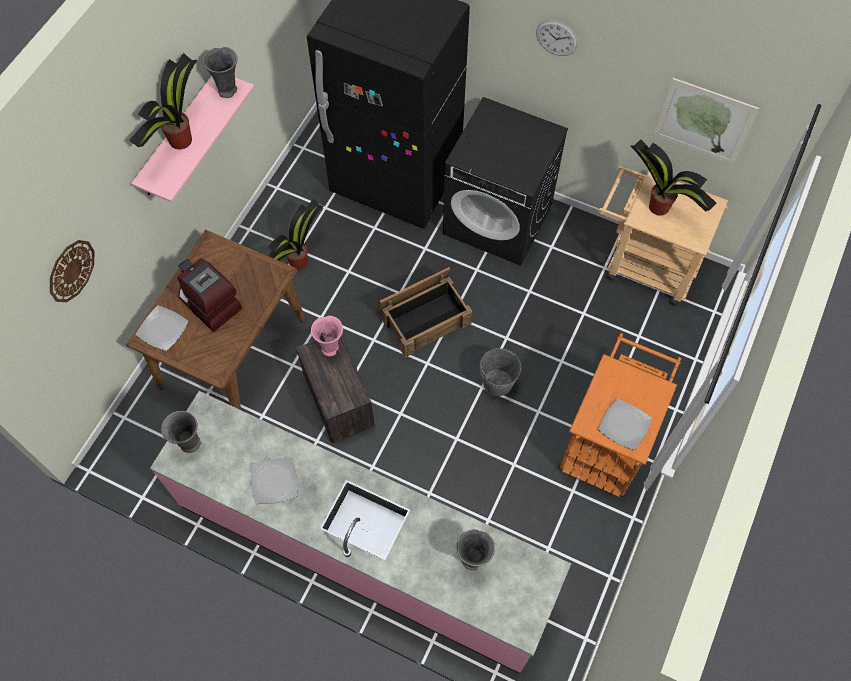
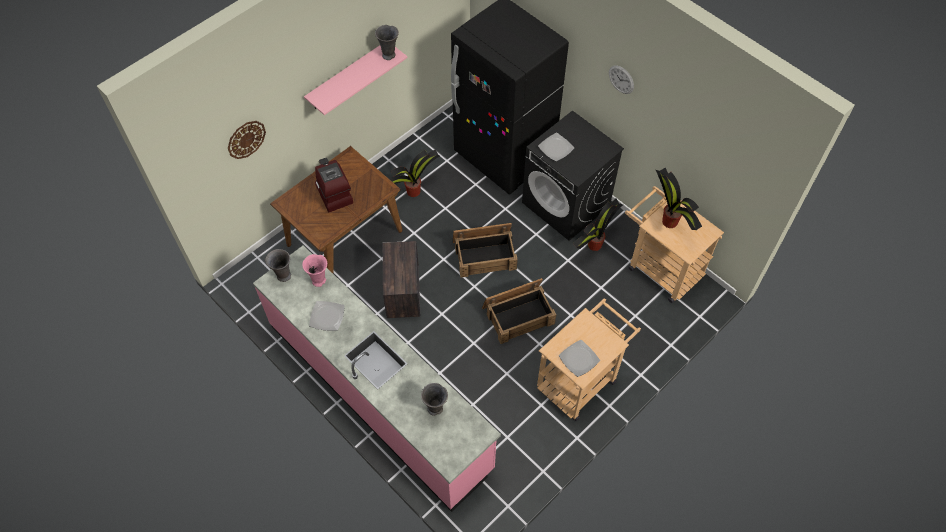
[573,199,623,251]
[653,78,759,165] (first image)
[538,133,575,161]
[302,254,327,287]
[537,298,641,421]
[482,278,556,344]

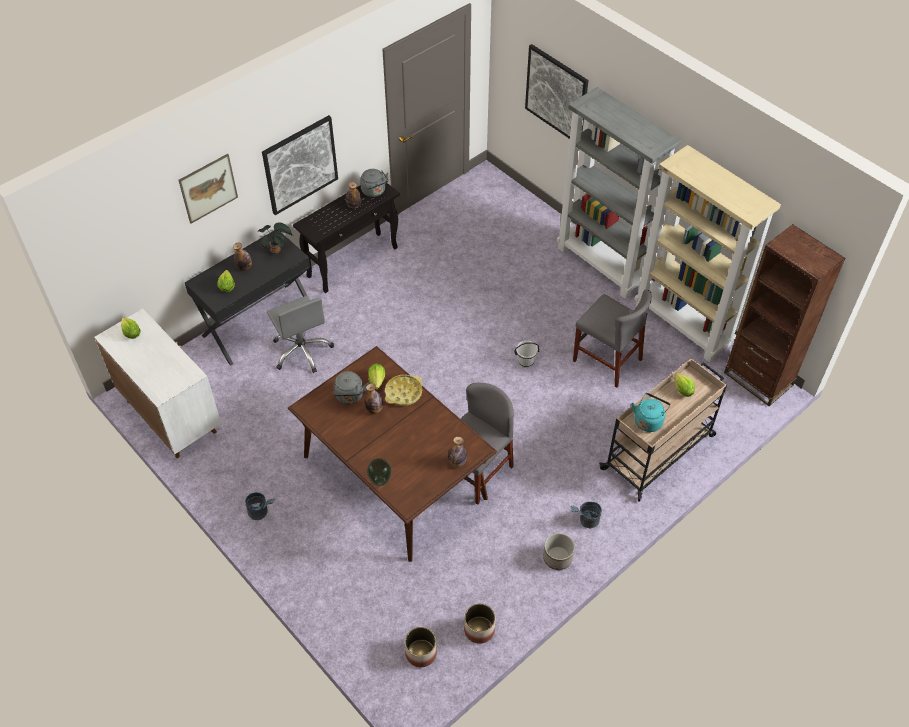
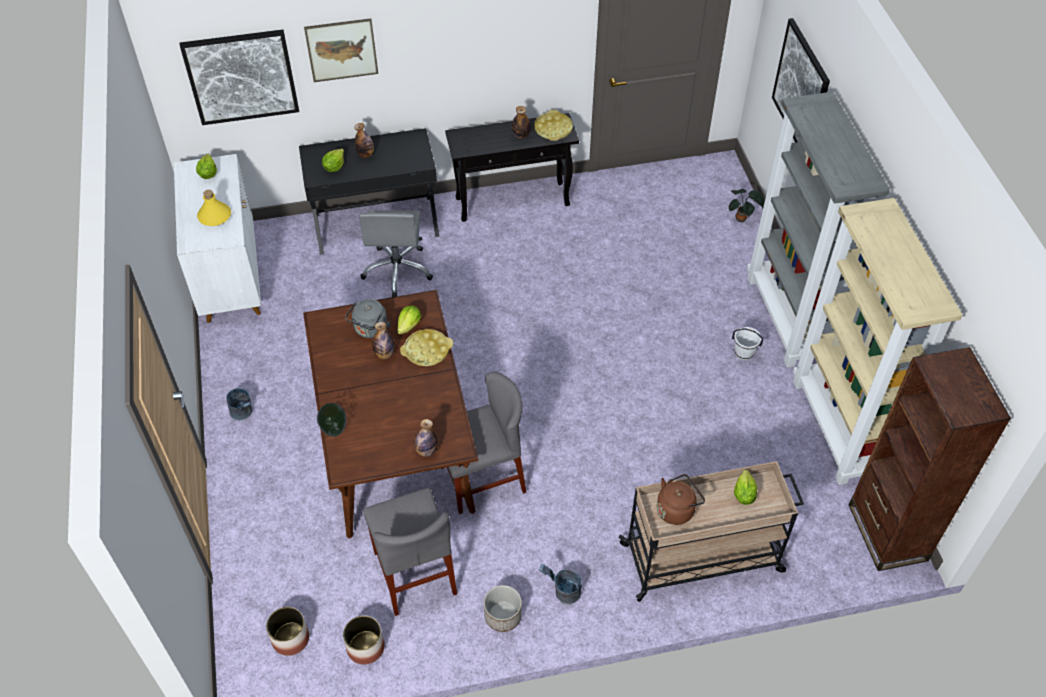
[180,30,299,125]
[535,110,573,141]
[729,189,765,222]
[363,488,457,616]
[732,327,763,360]
[657,474,705,525]
[197,190,231,226]

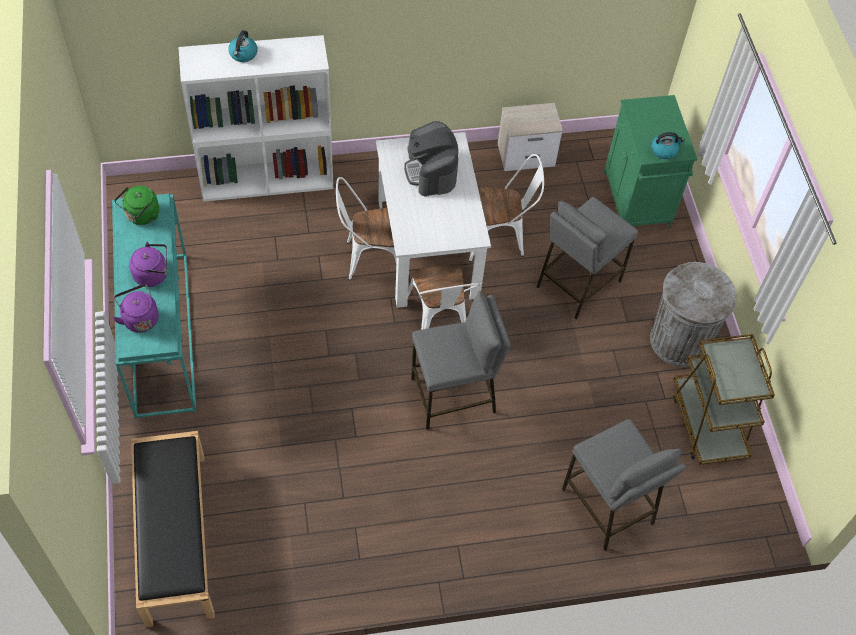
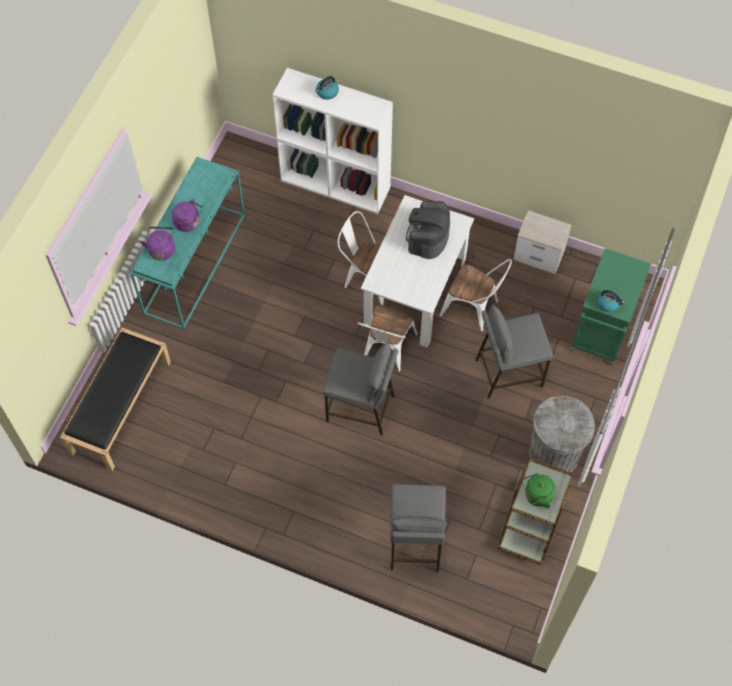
[522,473,556,508]

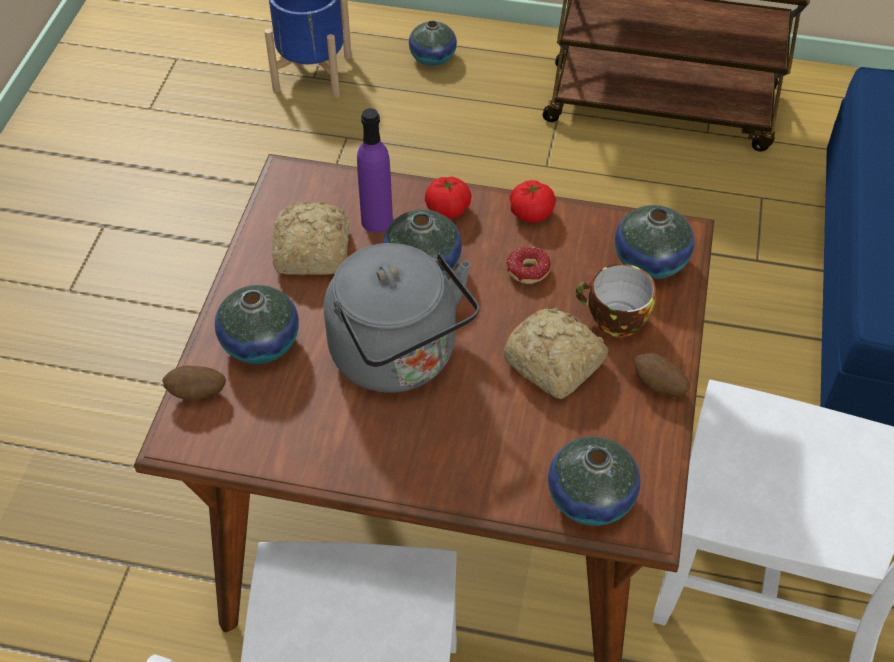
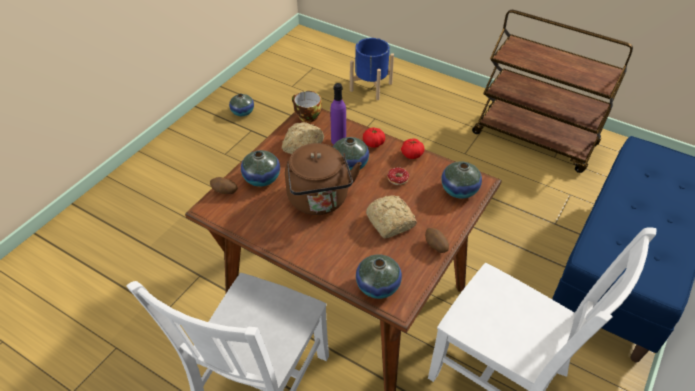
[229,94,254,116]
[285,143,362,215]
[292,91,322,123]

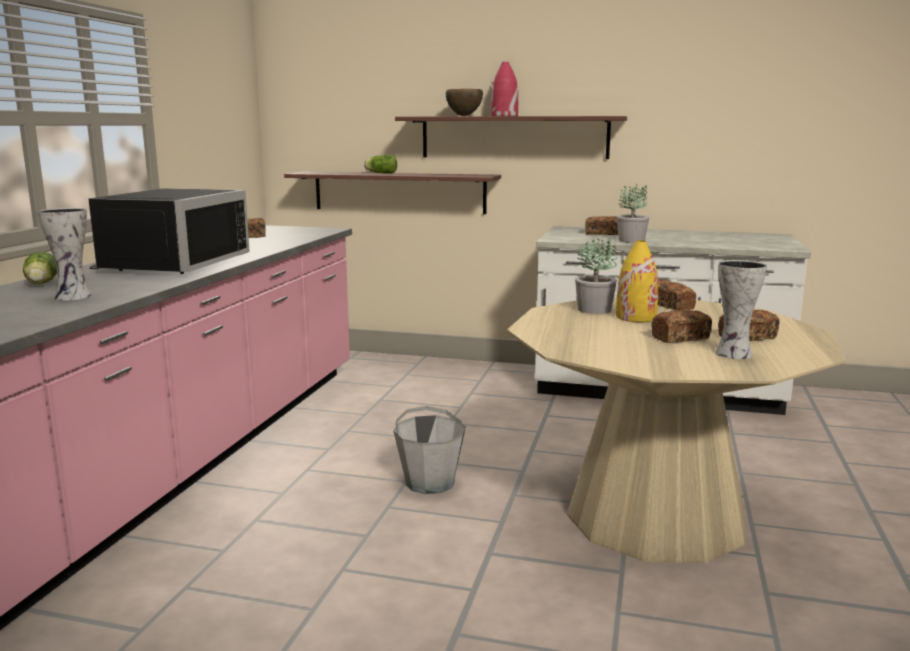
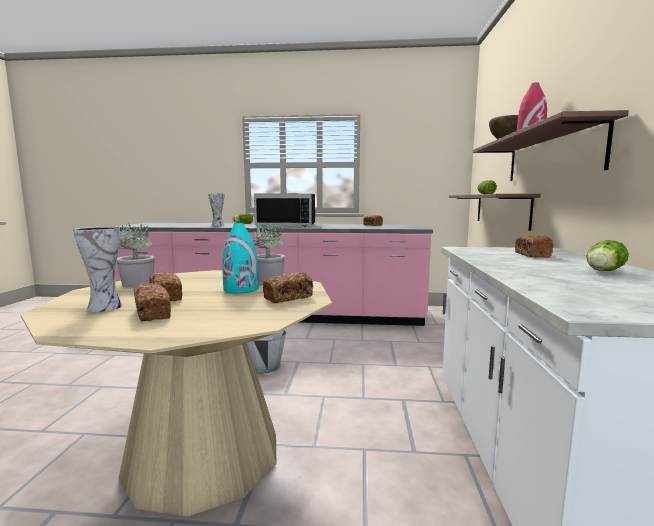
[116,222,155,287]
[223,223,259,293]
[587,240,629,271]

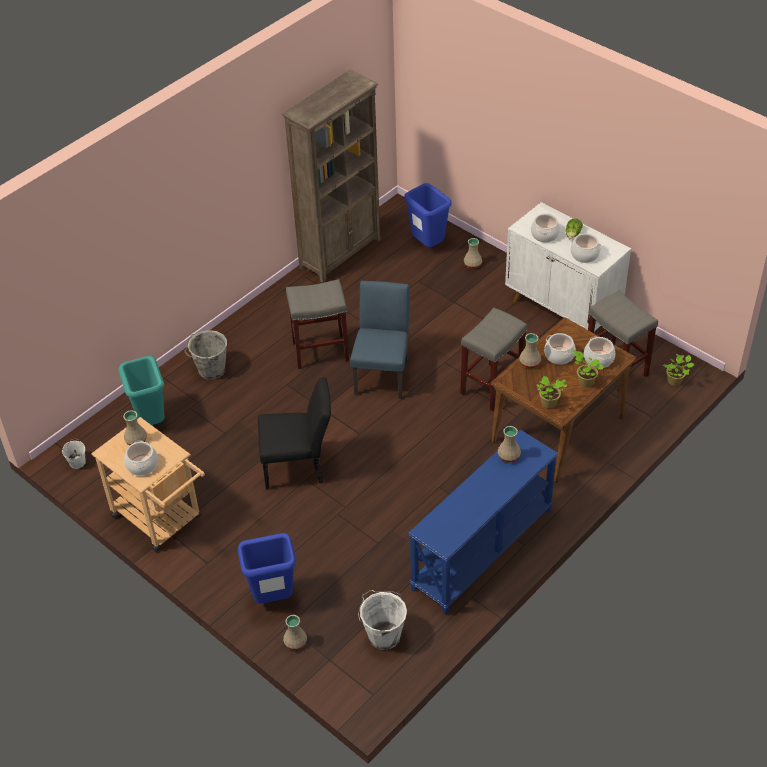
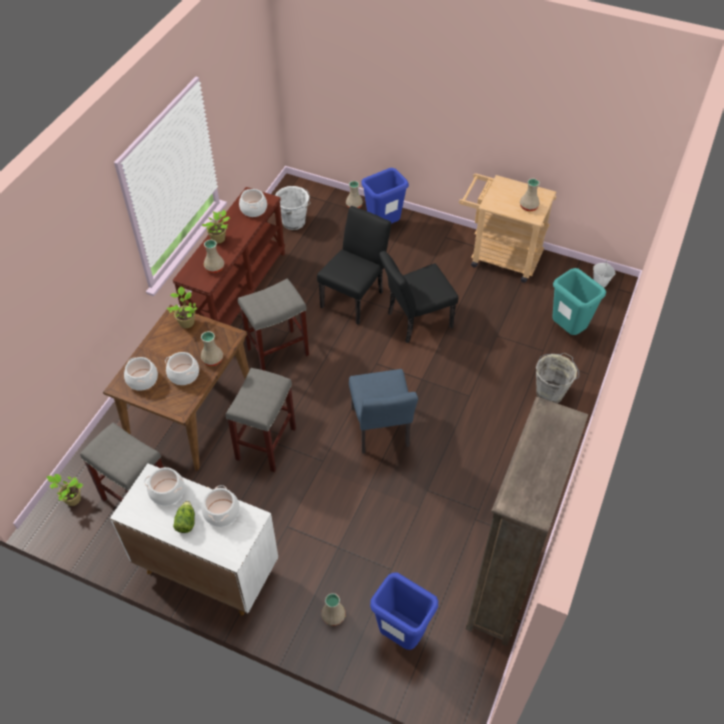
[238,278,309,371]
[201,210,230,244]
[172,187,285,325]
[239,189,267,217]
[317,206,391,325]

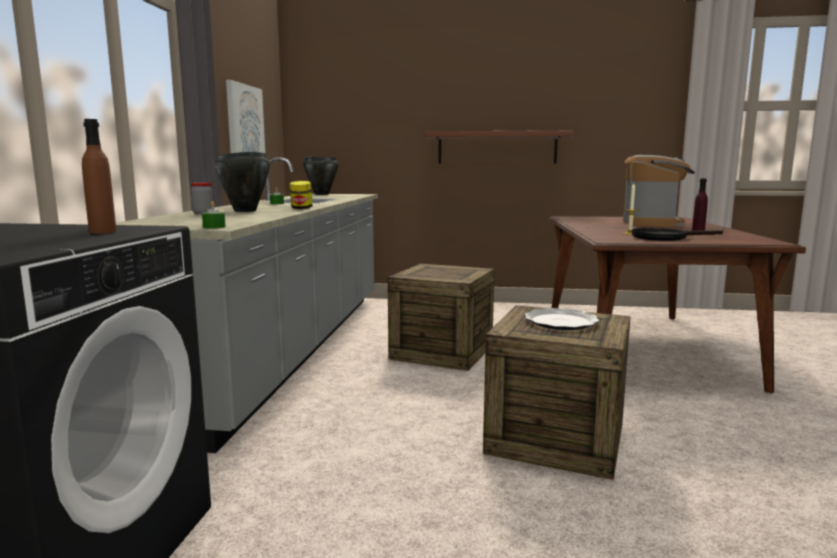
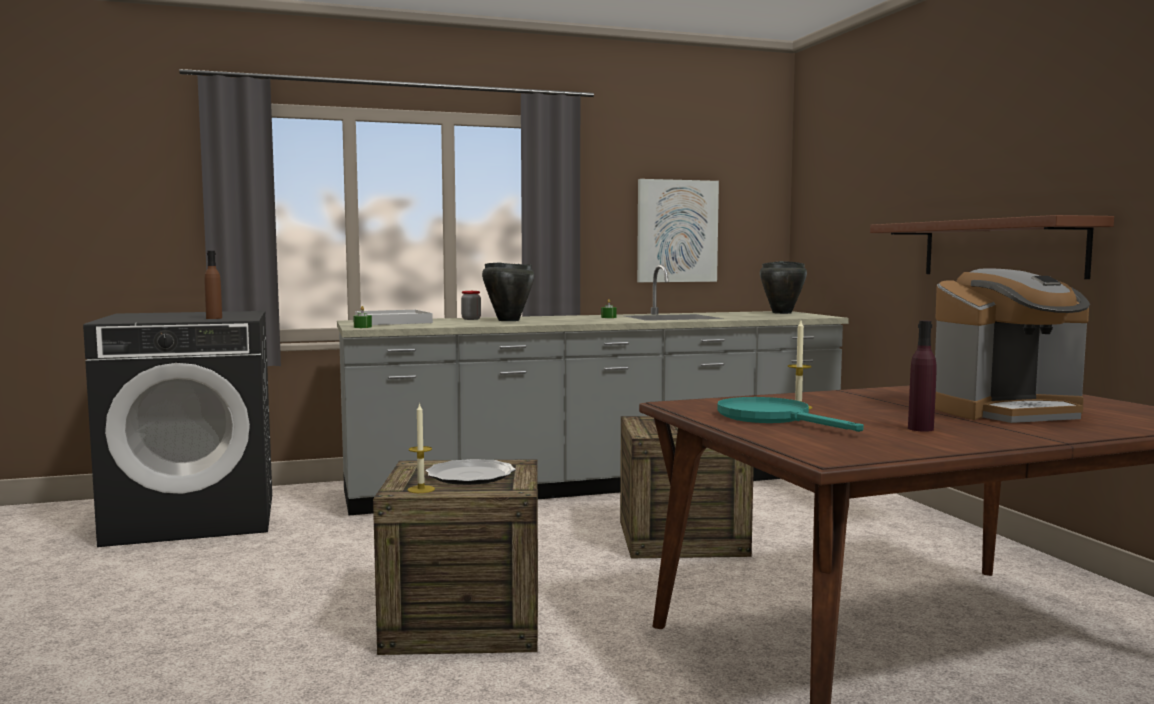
[290,181,312,209] (first image)
[717,397,864,432]
[355,310,433,325]
[407,402,435,493]

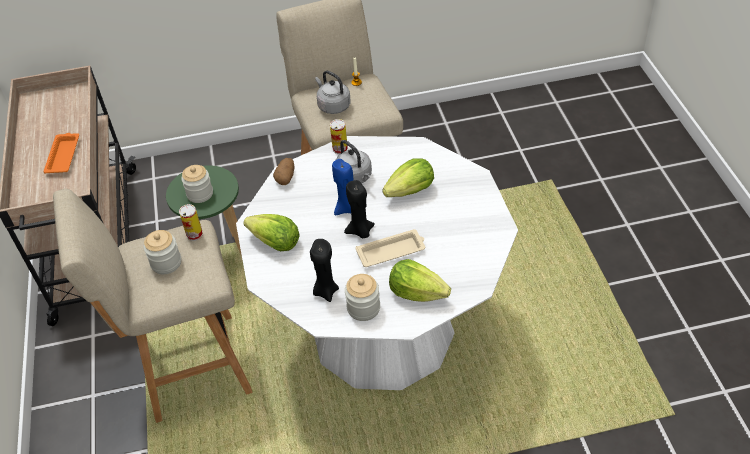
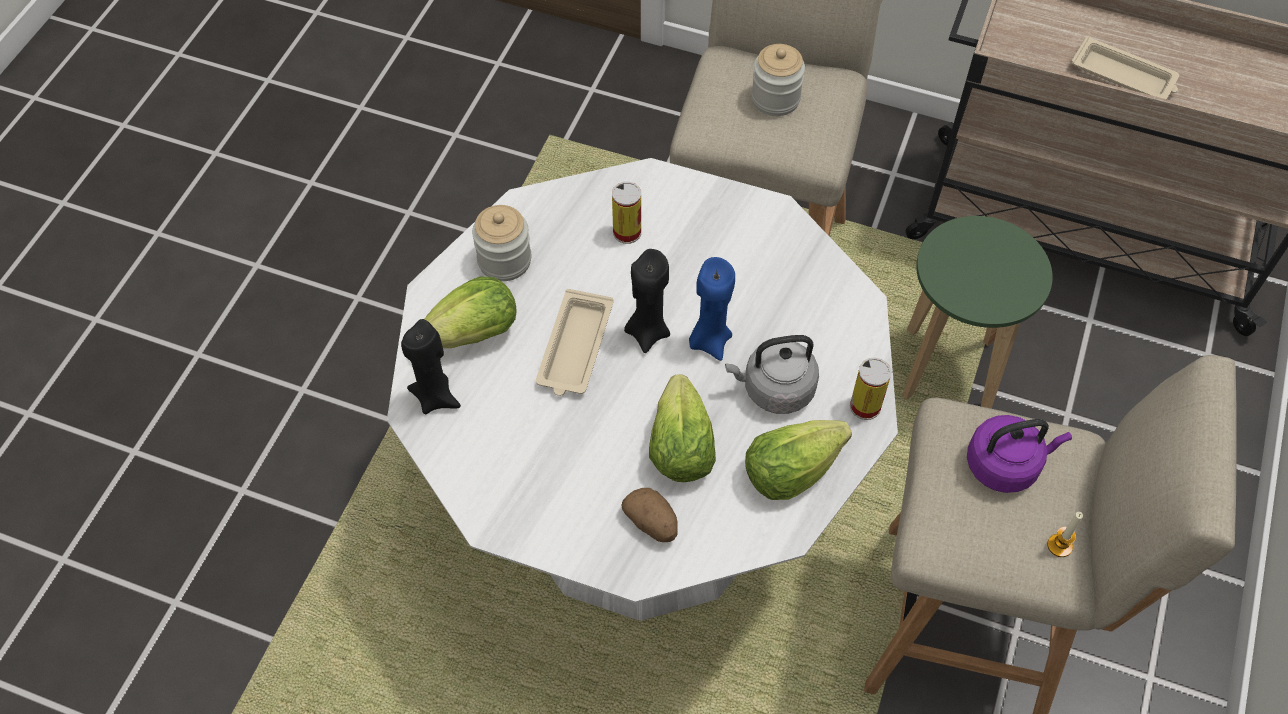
[967,415,1072,493]
[1071,36,1179,99]
[621,488,678,542]
[181,165,213,203] (first image)
[612,182,641,244]
[745,420,852,500]
[401,319,461,414]

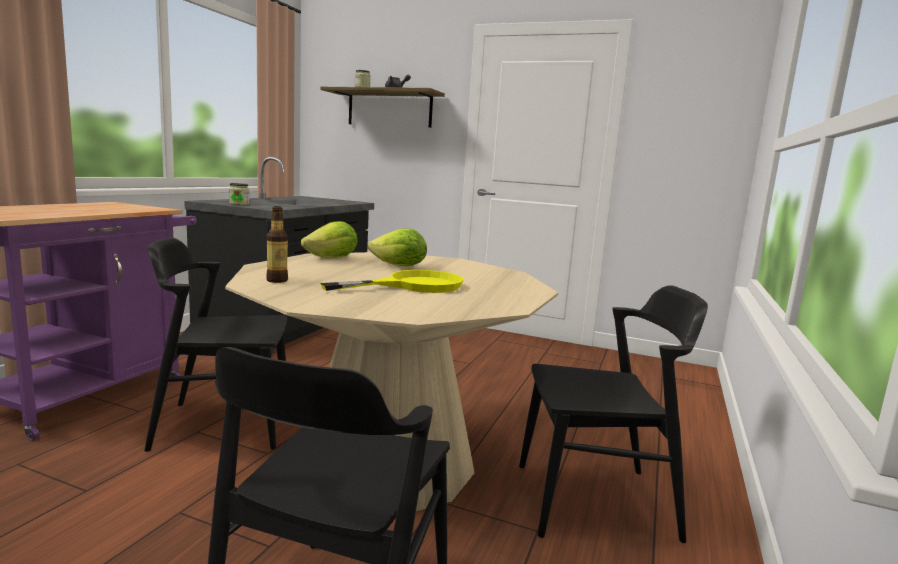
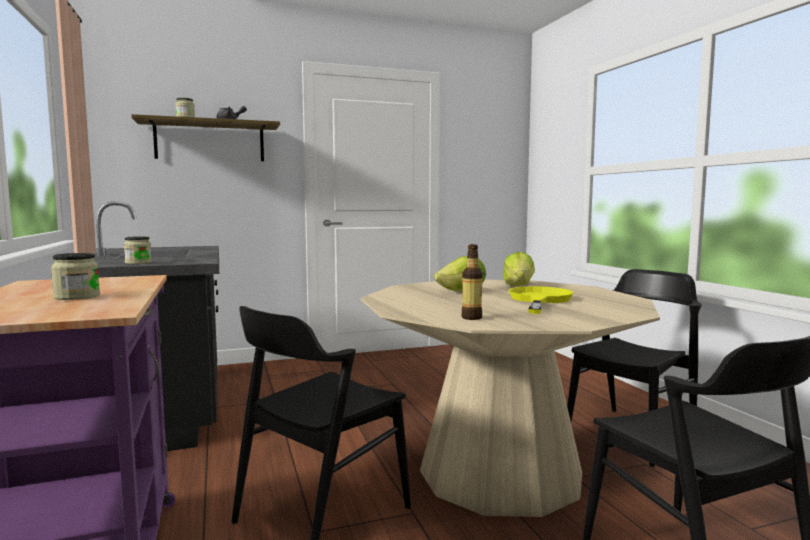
[503,252,535,286]
[51,253,100,300]

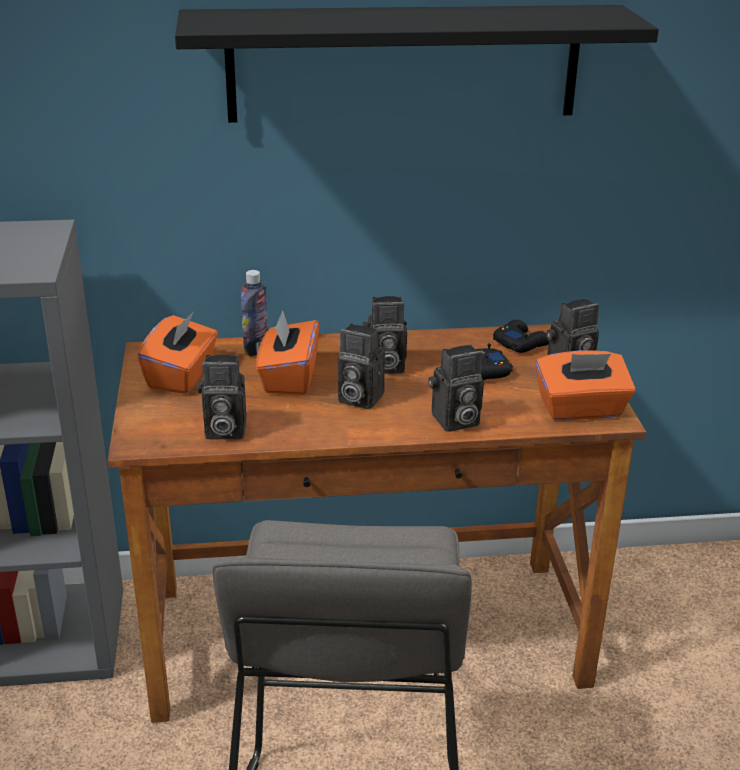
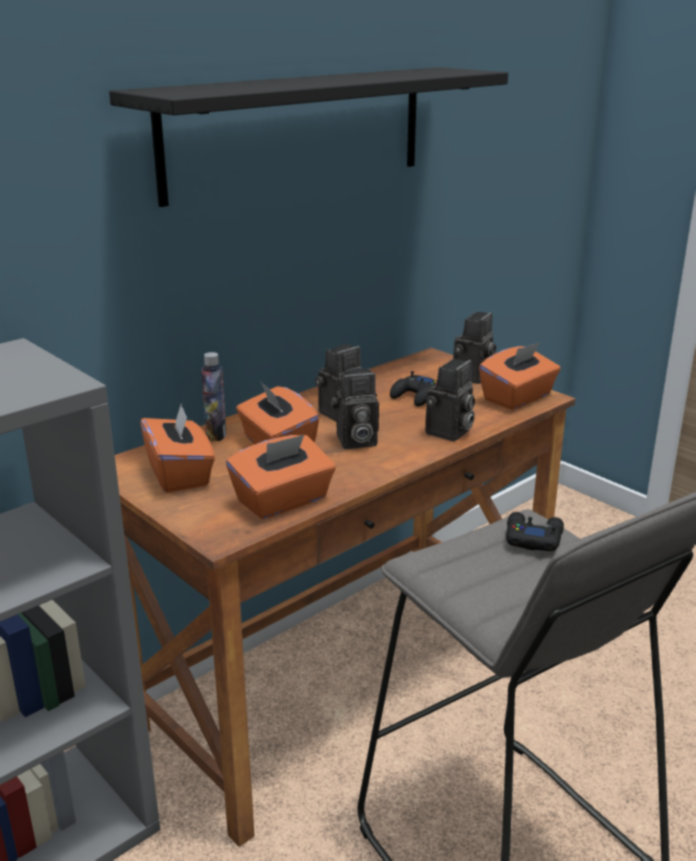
[506,512,564,551]
[226,434,336,519]

